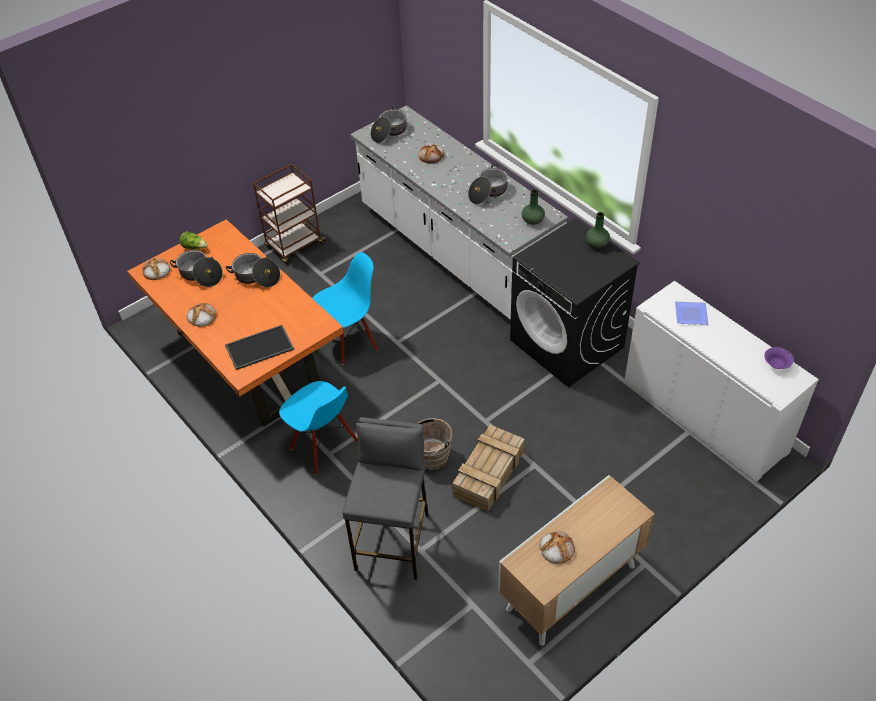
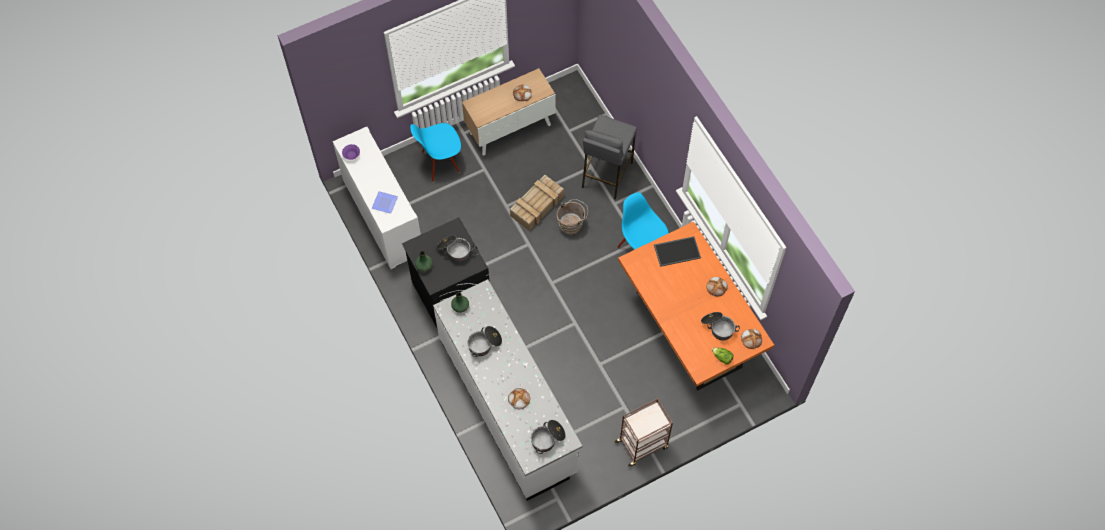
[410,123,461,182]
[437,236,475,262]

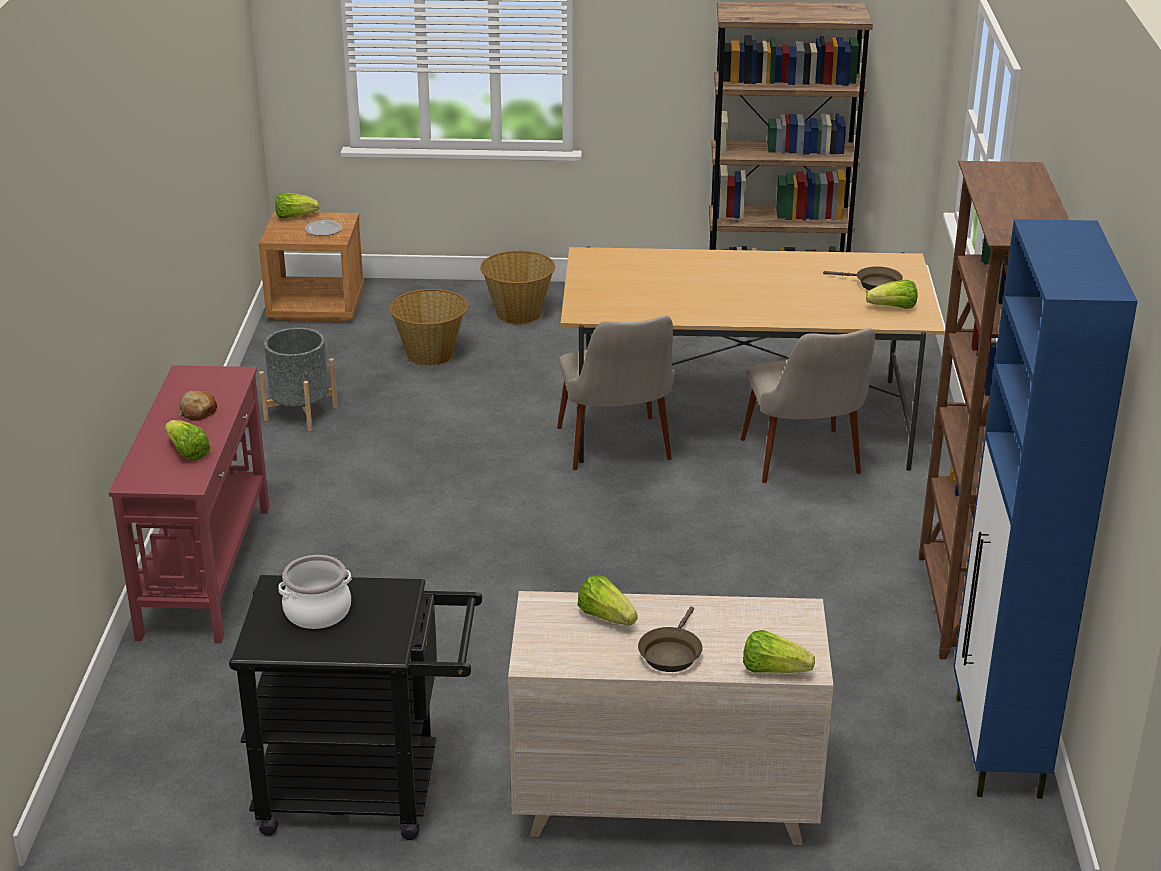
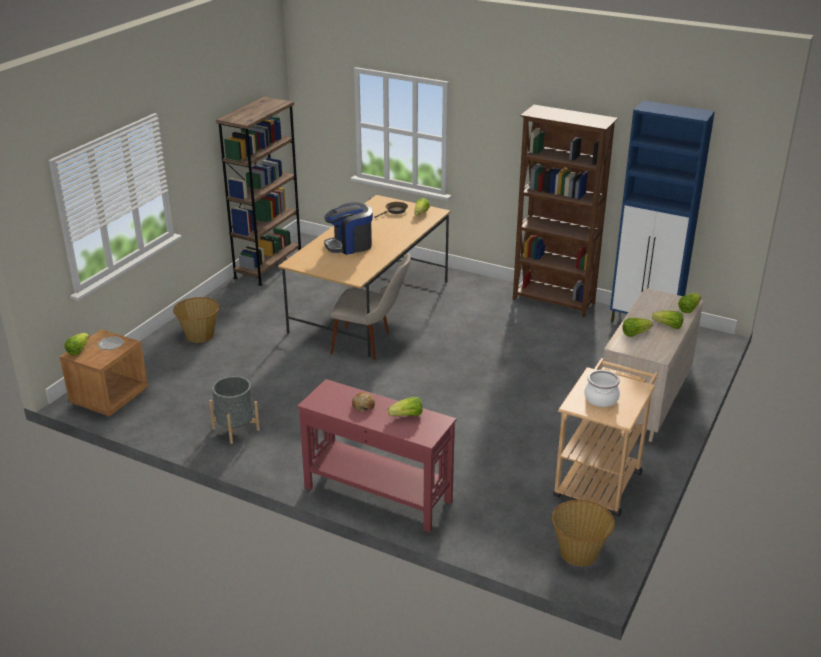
[552,500,615,566]
[740,328,875,483] (first image)
[553,358,658,517]
[652,311,683,329]
[324,202,373,255]

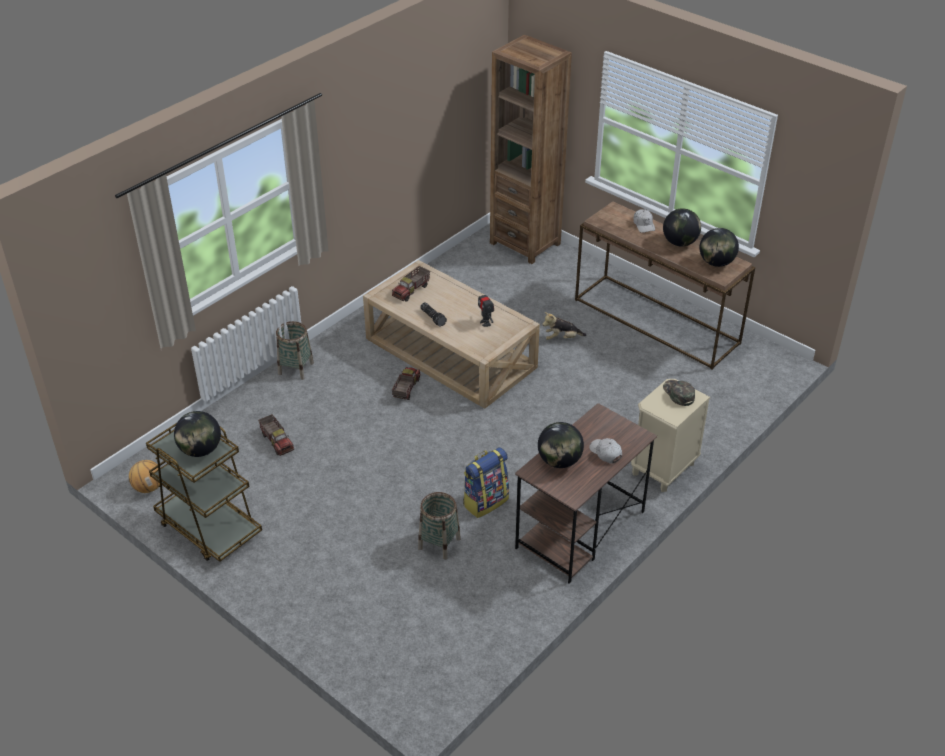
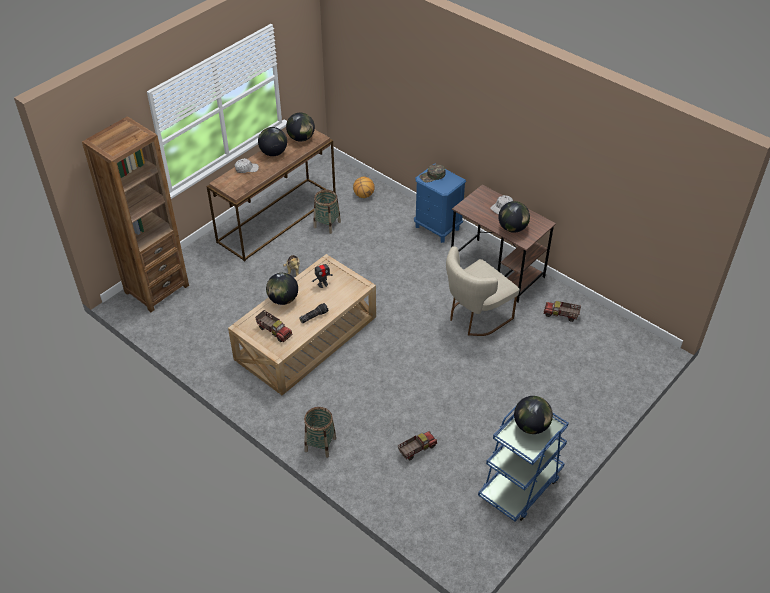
[543,301,581,322]
[414,164,466,243]
[478,406,569,521]
[446,246,519,336]
[353,177,375,198]
[314,190,341,234]
[266,273,298,305]

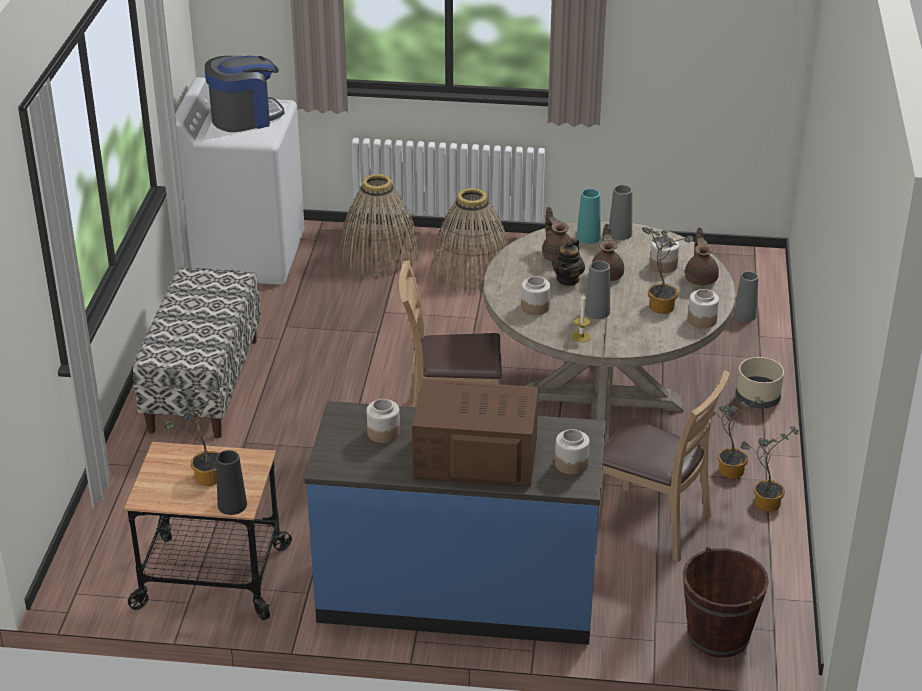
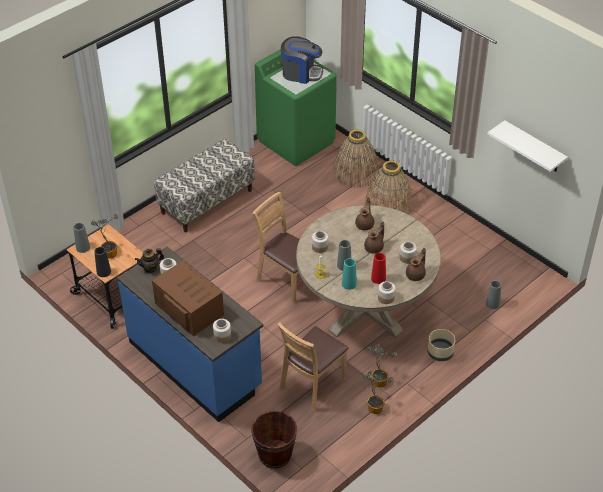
[255,49,337,166]
[73,223,90,253]
[342,258,357,290]
[371,253,386,284]
[135,248,164,273]
[277,322,349,412]
[487,120,568,172]

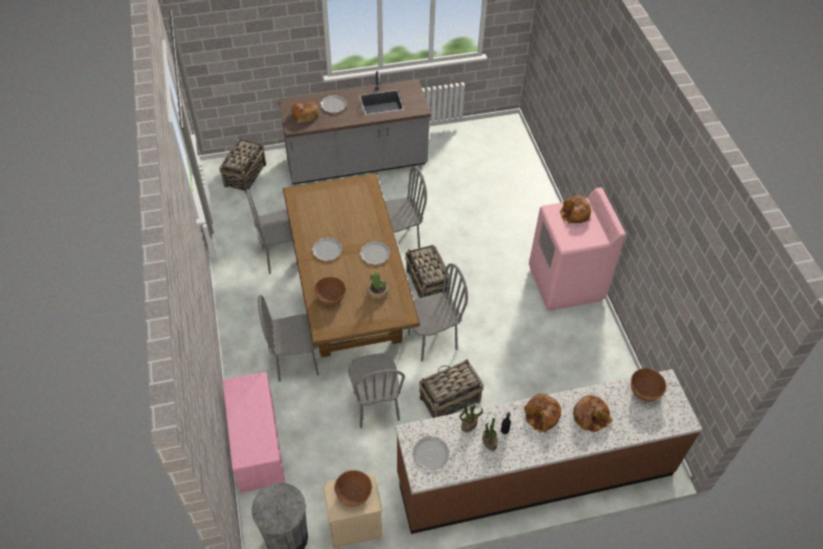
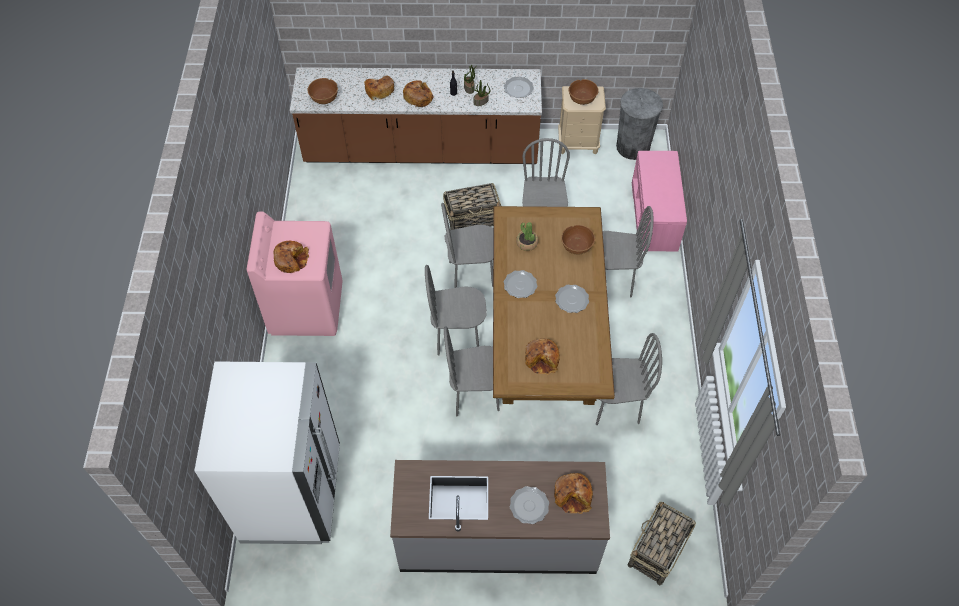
[425,265,487,356]
[525,338,560,374]
[194,361,340,544]

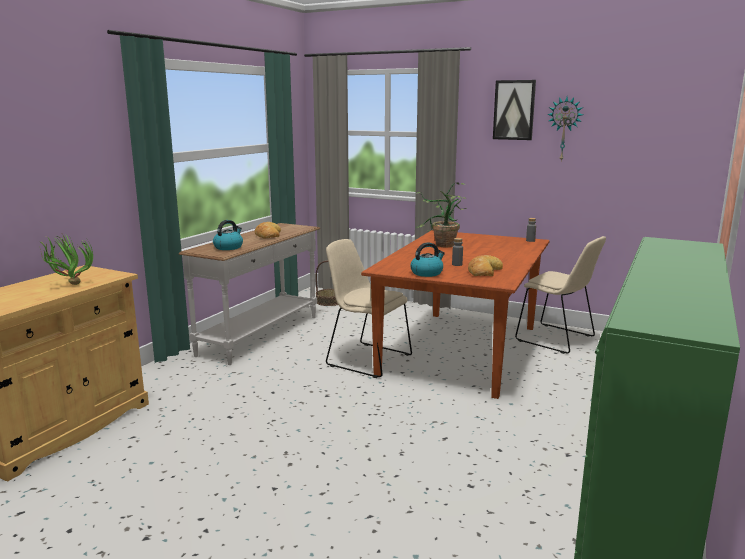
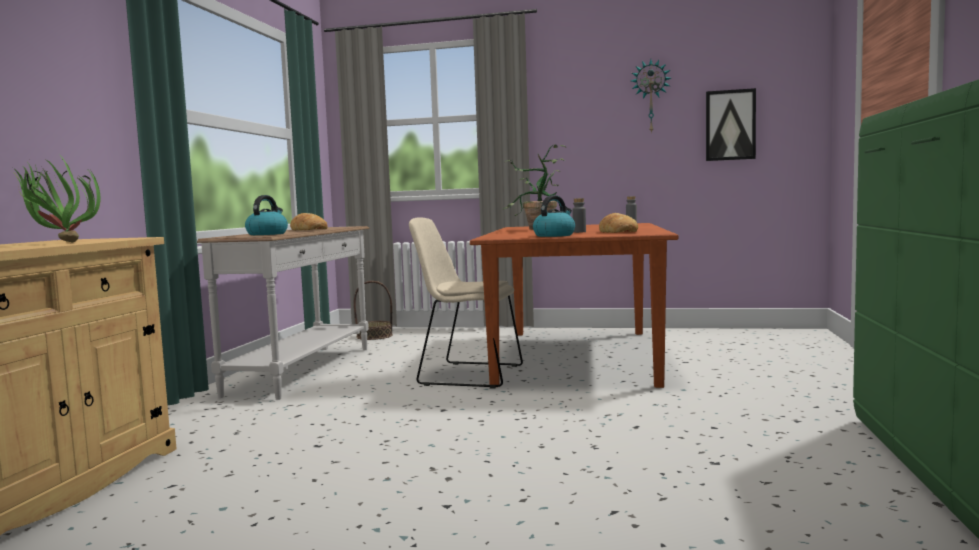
[706,88,756,161]
[515,236,606,354] (first image)

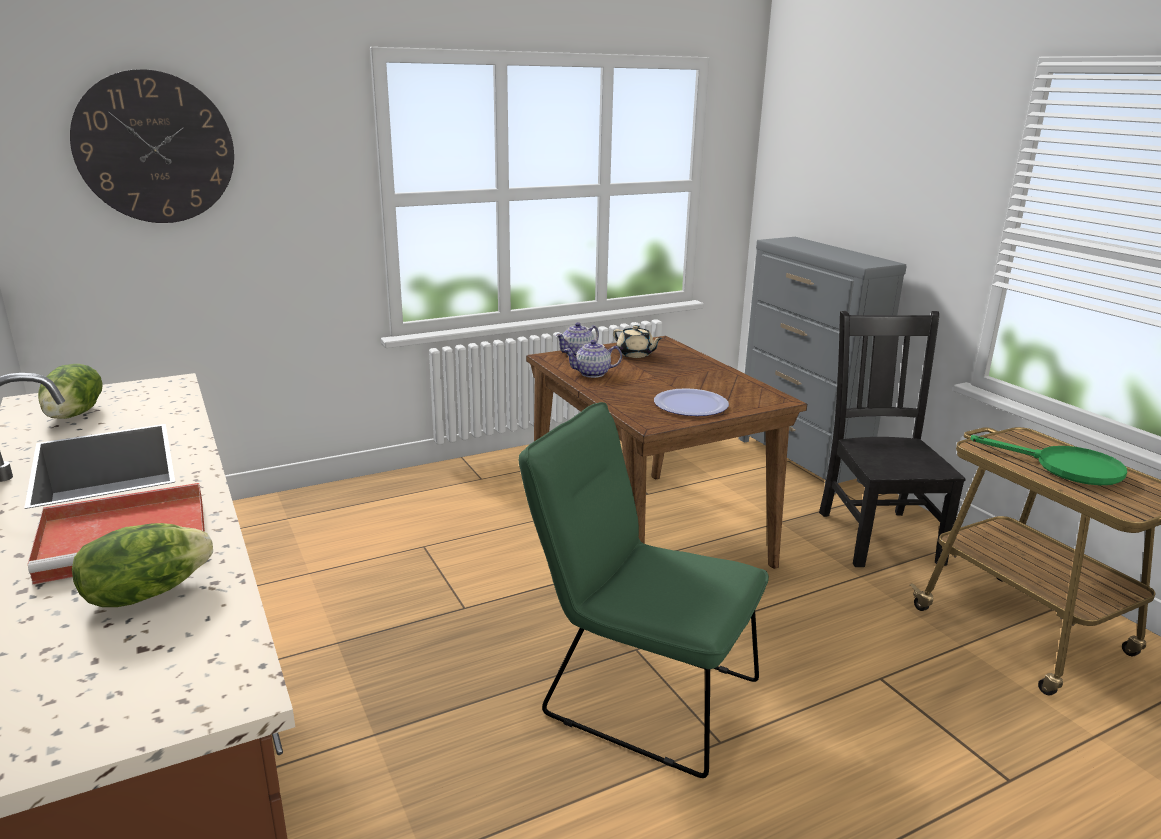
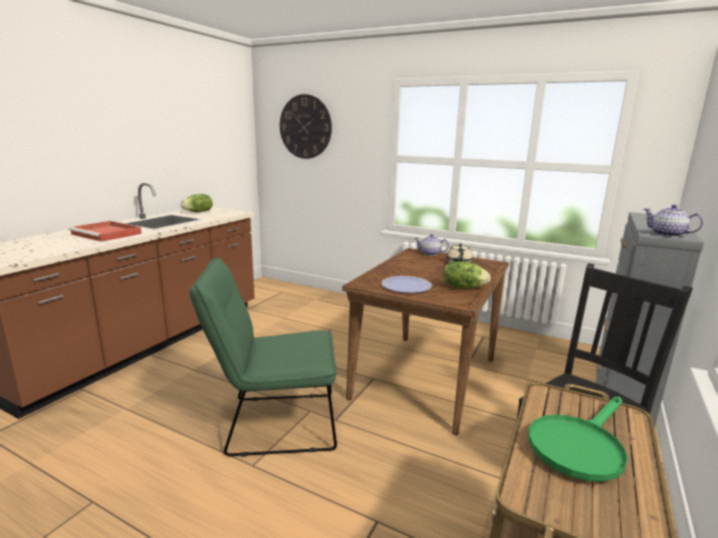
[644,205,703,237]
[190,257,337,457]
[528,397,628,482]
[443,261,491,289]

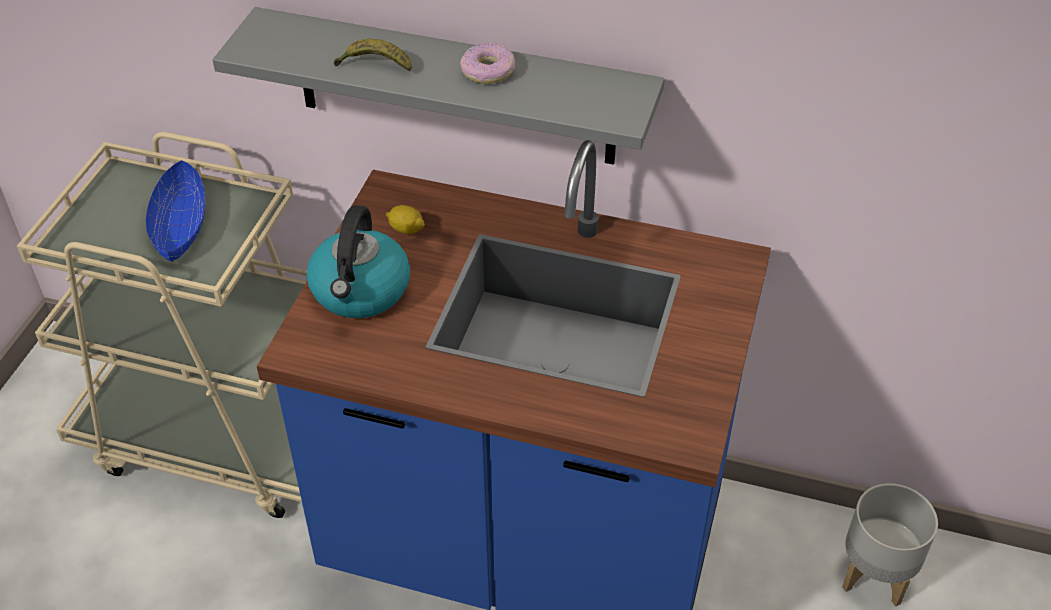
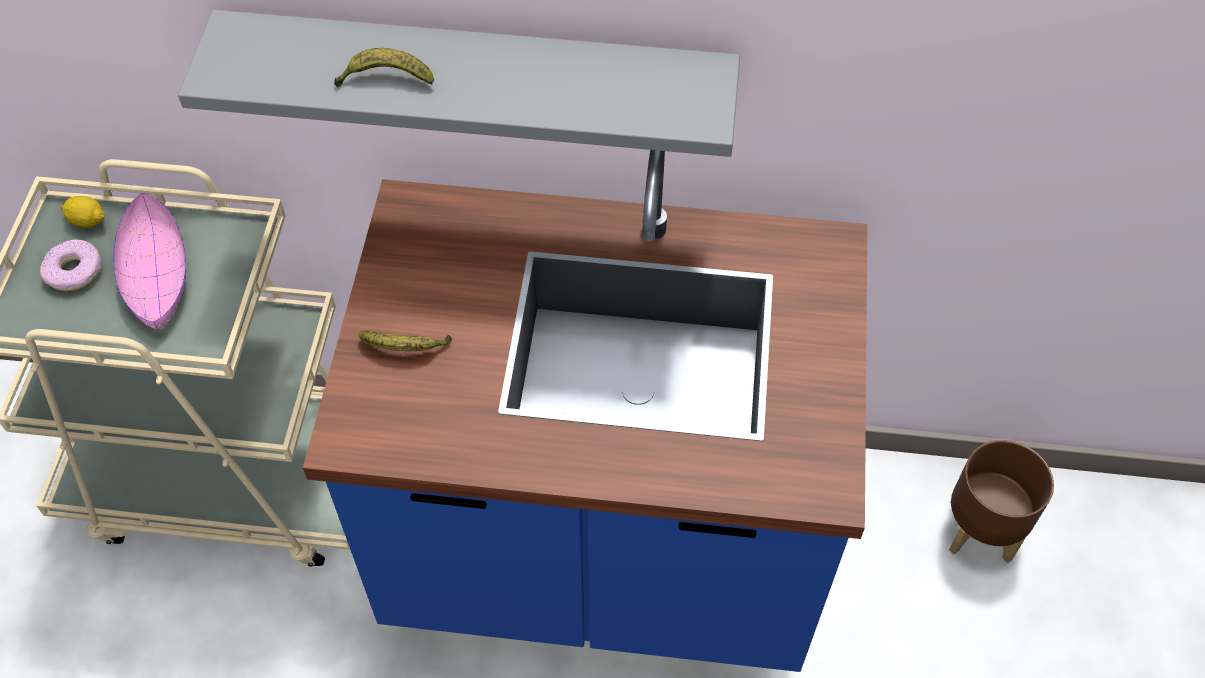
[40,239,101,291]
[114,193,186,330]
[358,330,452,351]
[61,196,105,228]
[949,440,1054,563]

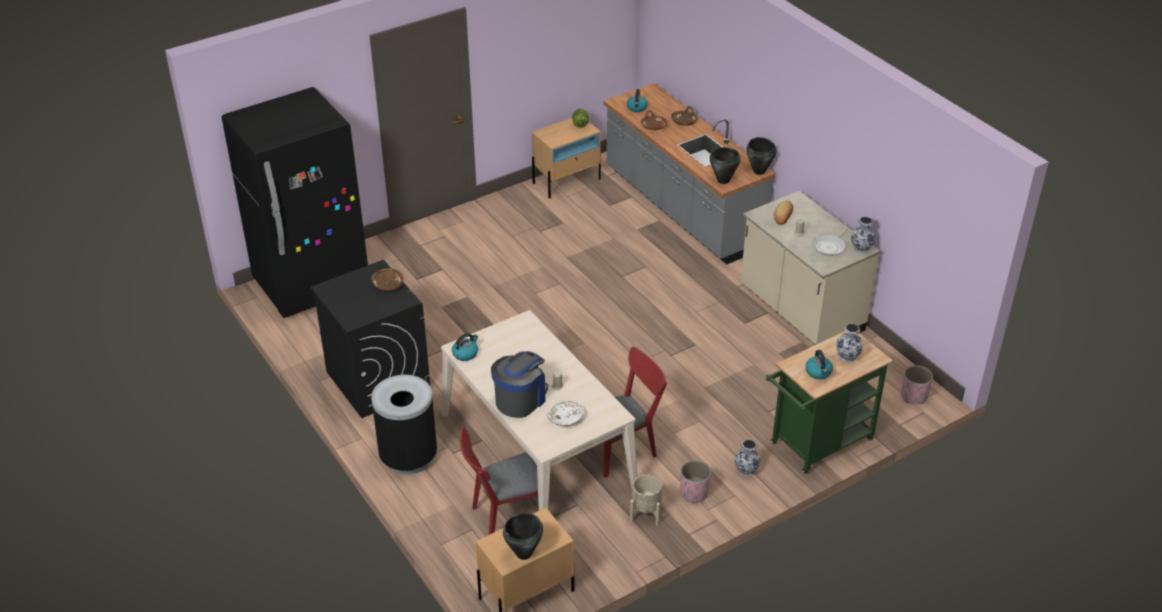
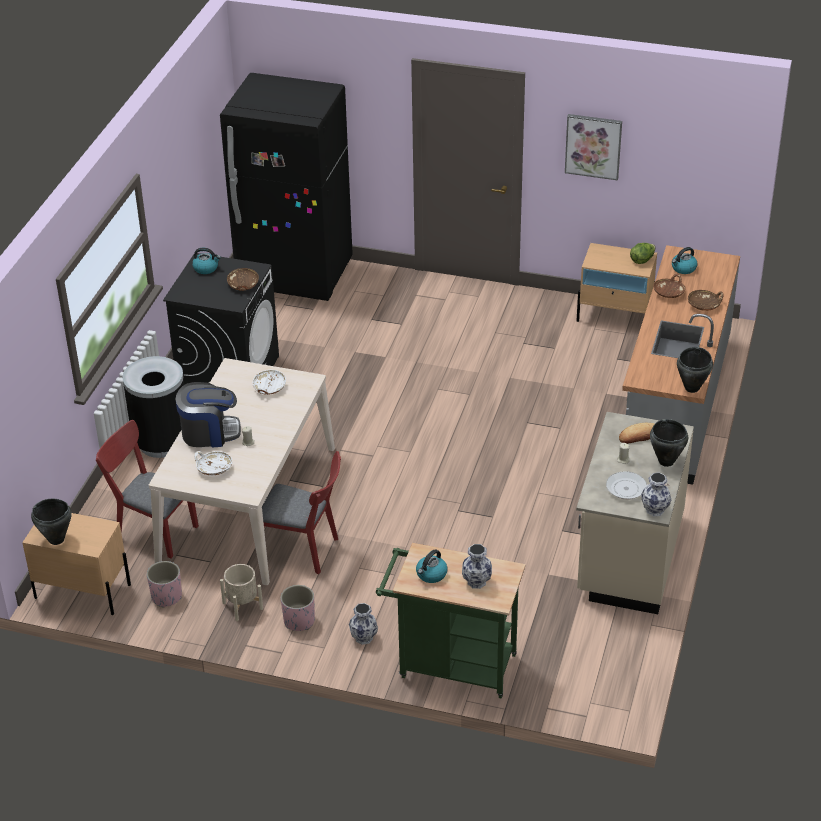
[650,419,688,467]
[192,248,221,274]
[147,561,182,607]
[565,114,622,180]
[252,369,286,395]

